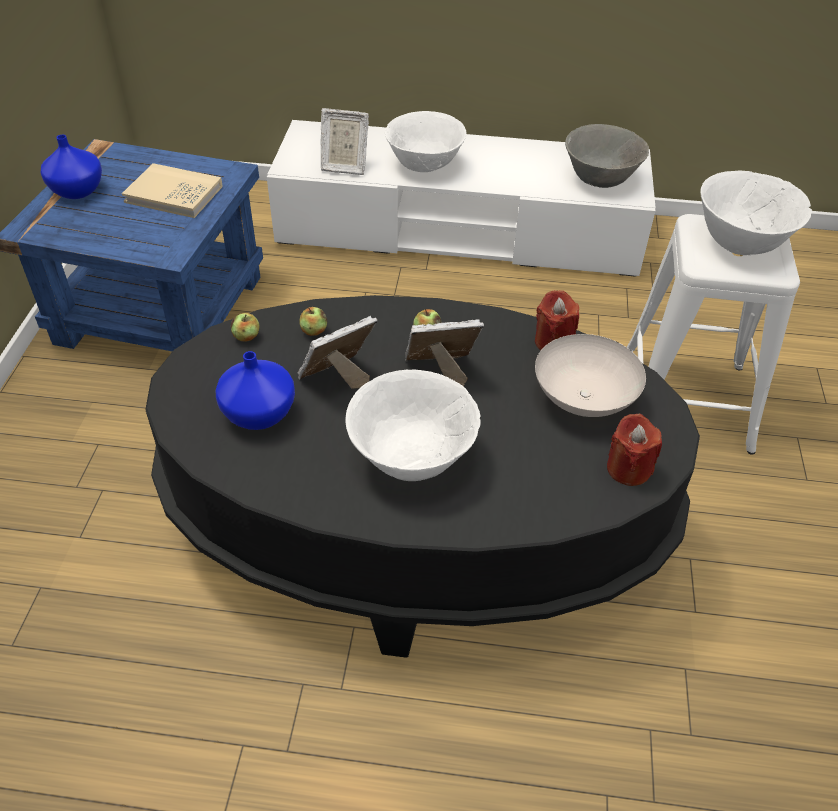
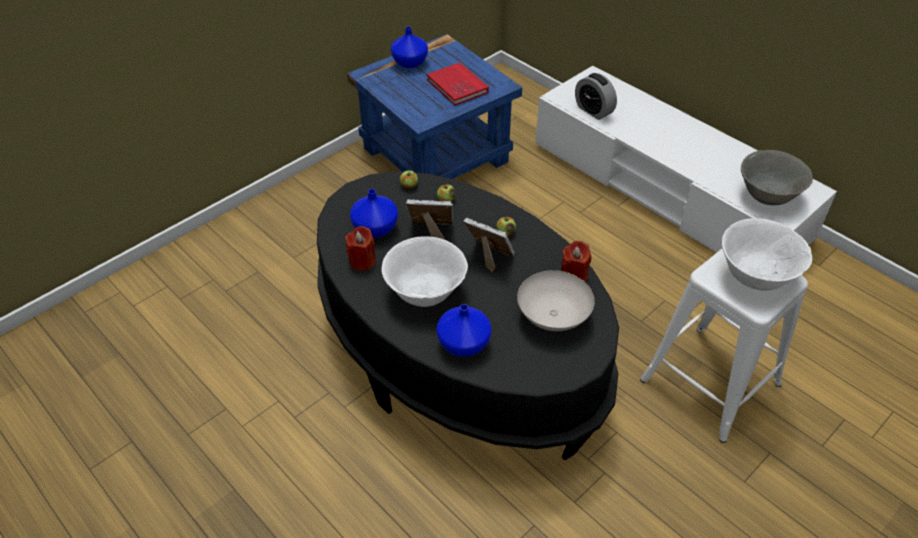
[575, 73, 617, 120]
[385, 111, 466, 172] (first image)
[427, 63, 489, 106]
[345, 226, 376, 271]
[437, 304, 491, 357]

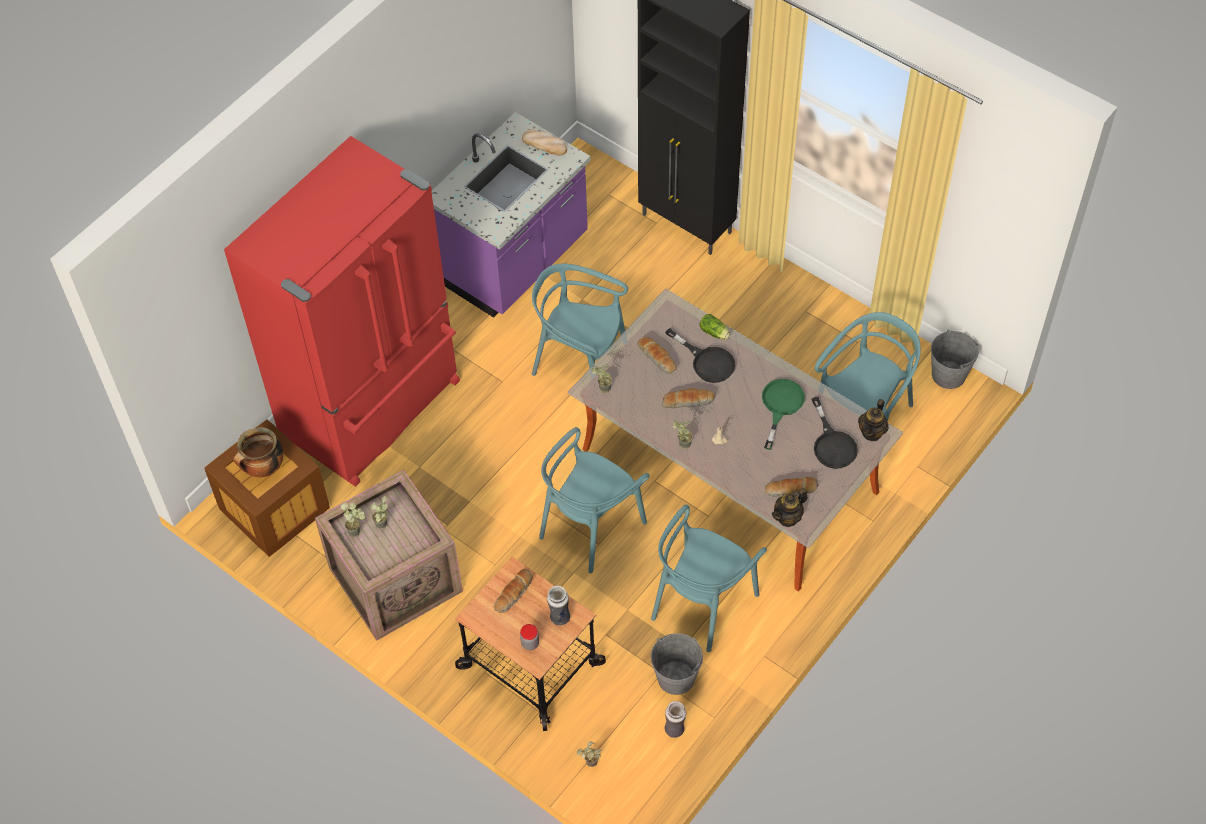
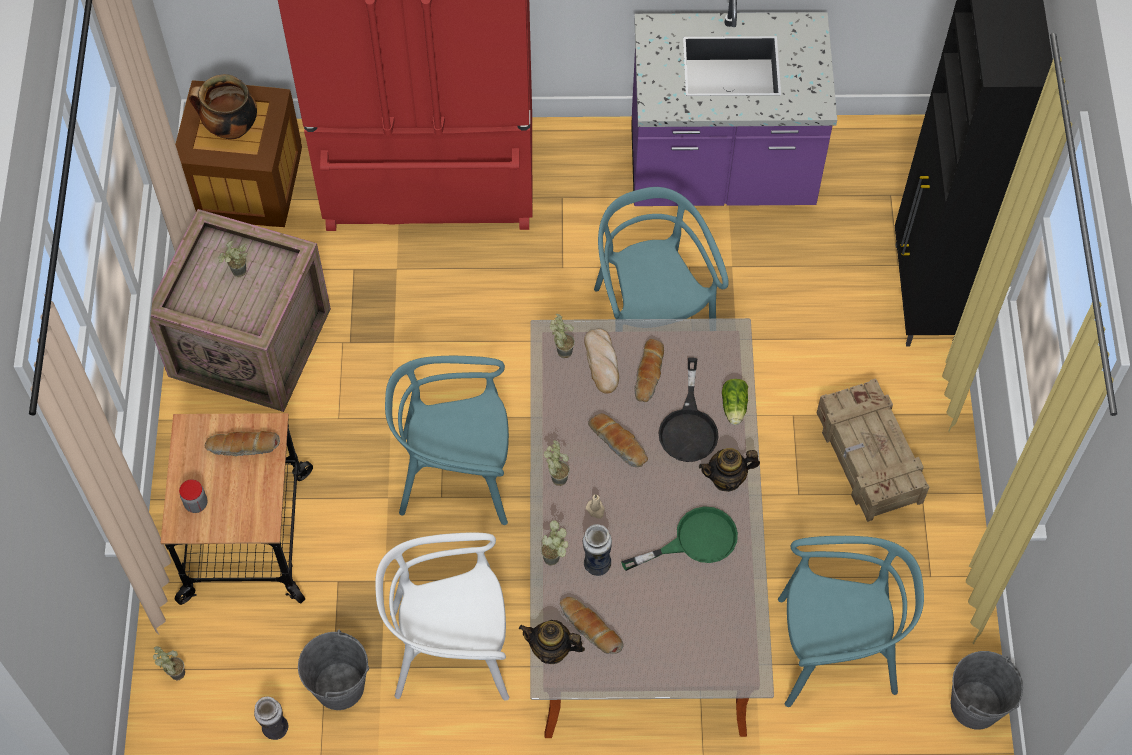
[584, 329, 619, 394]
[812, 397, 858, 469] (first image)
[699, 448, 760, 492]
[541, 520, 568, 566]
[375, 532, 509, 700]
[583, 524, 612, 576]
[817, 378, 929, 522]

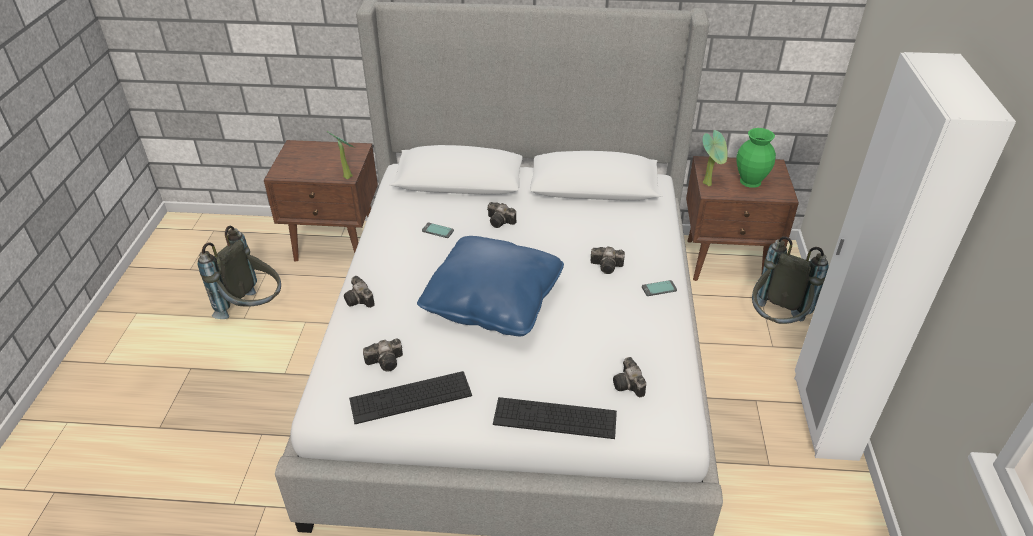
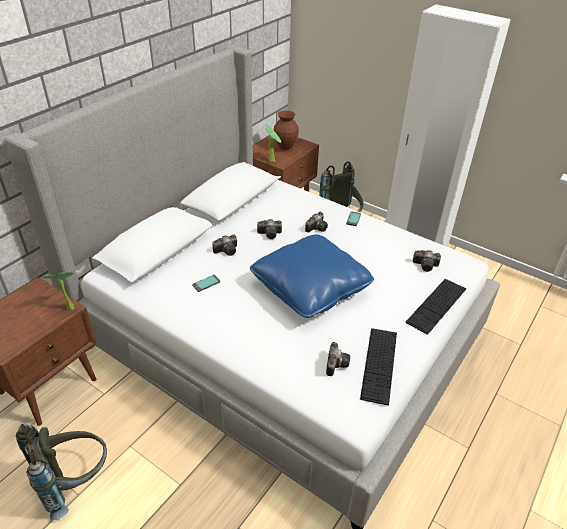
[274, 110, 299, 152]
[257, 219, 282, 239]

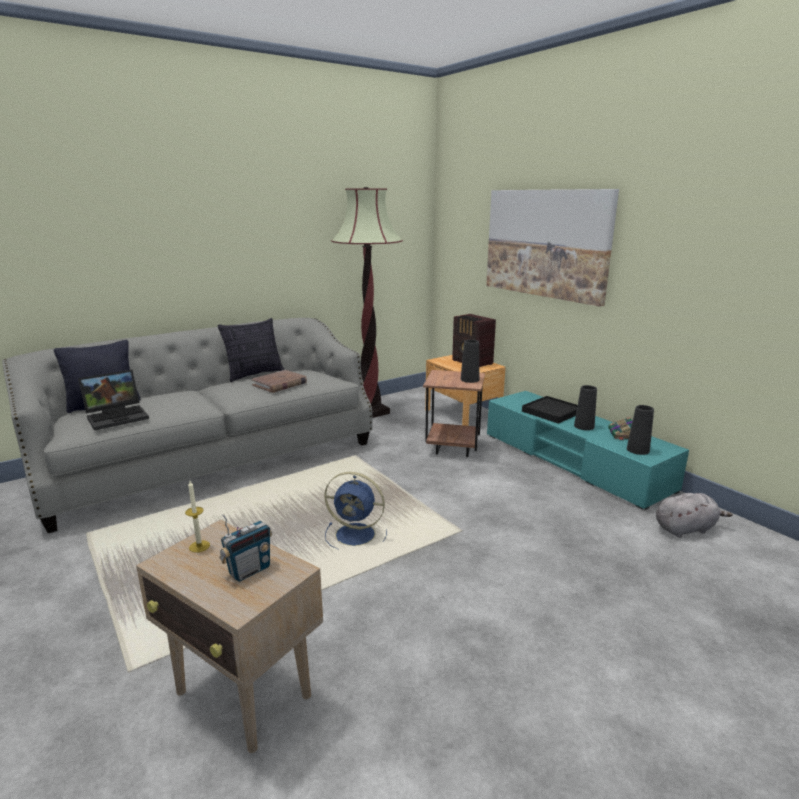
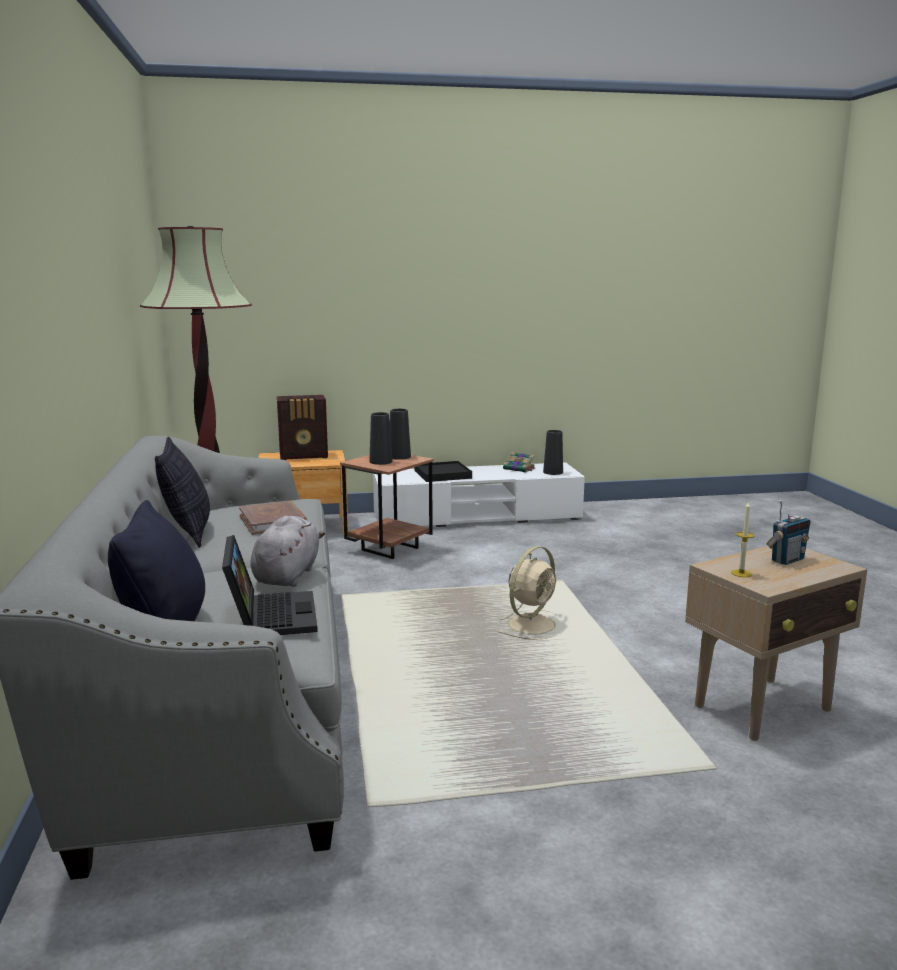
[486, 189, 619, 307] (first image)
[369, 412, 393, 465]
[373, 462, 585, 527]
[499, 546, 557, 640]
[250, 516, 325, 587]
[766, 500, 811, 565]

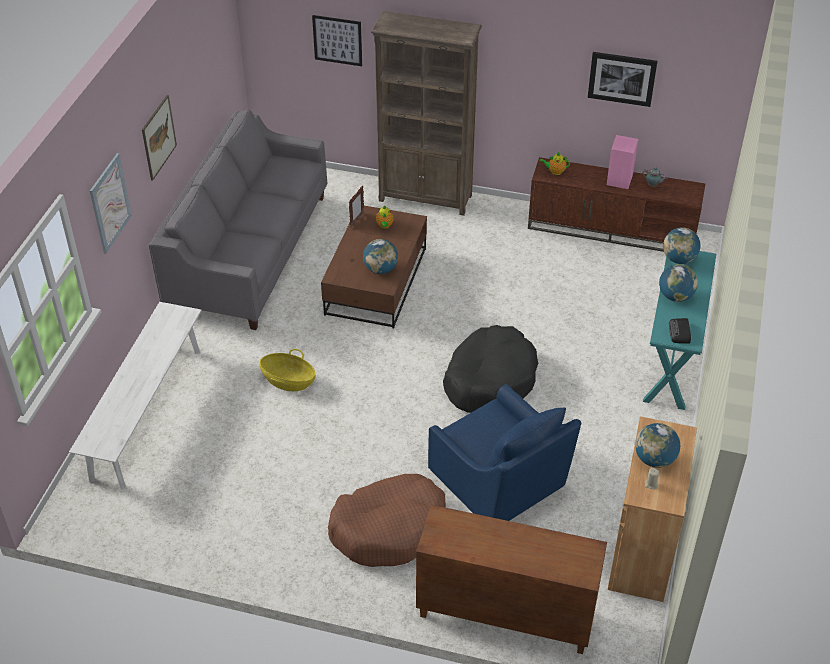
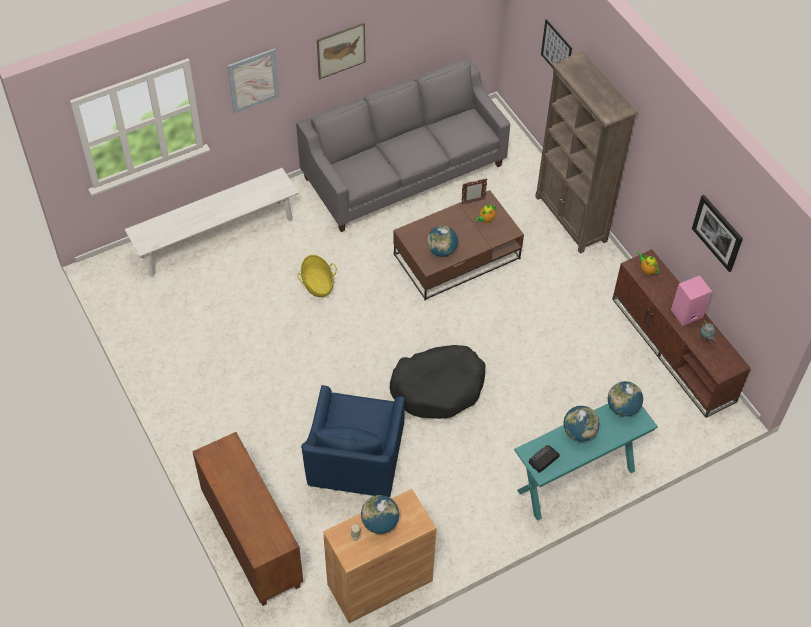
[328, 474, 446, 567] (first image)

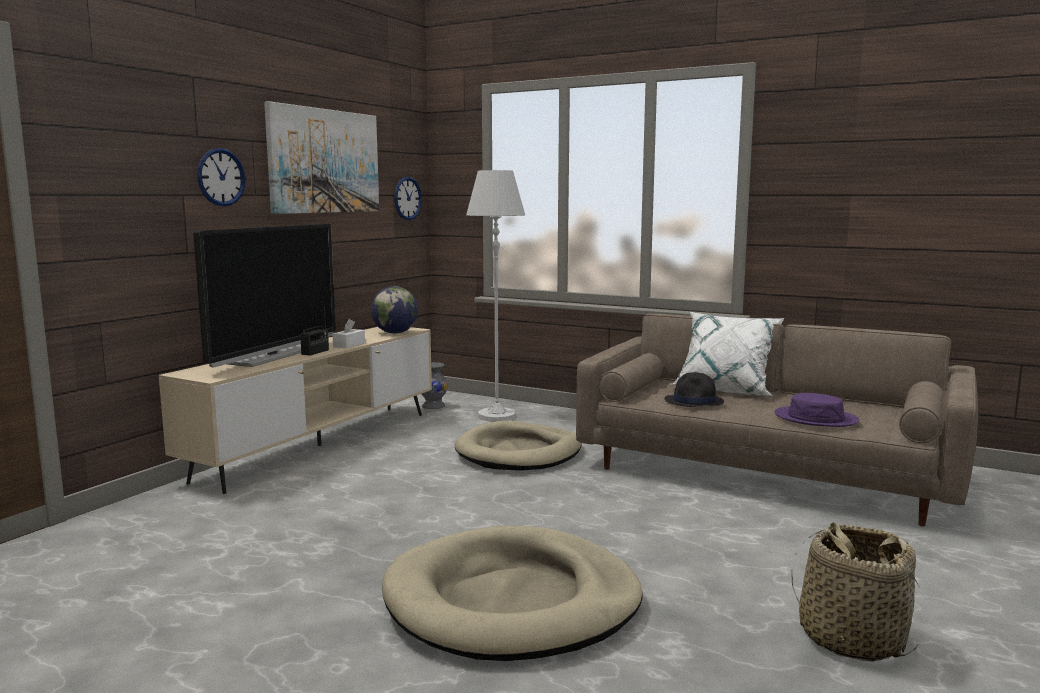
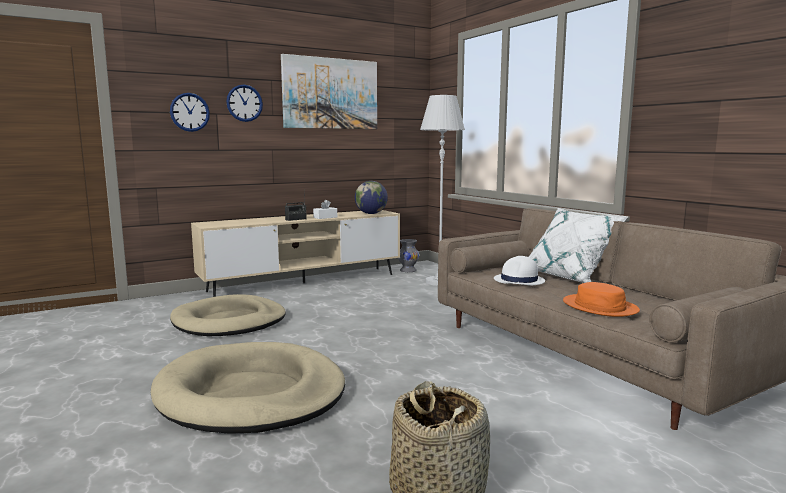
[170, 93, 210, 132]
[193, 224, 336, 367] (first image)
[494, 256, 545, 285]
[563, 282, 640, 317]
[170, 294, 286, 336]

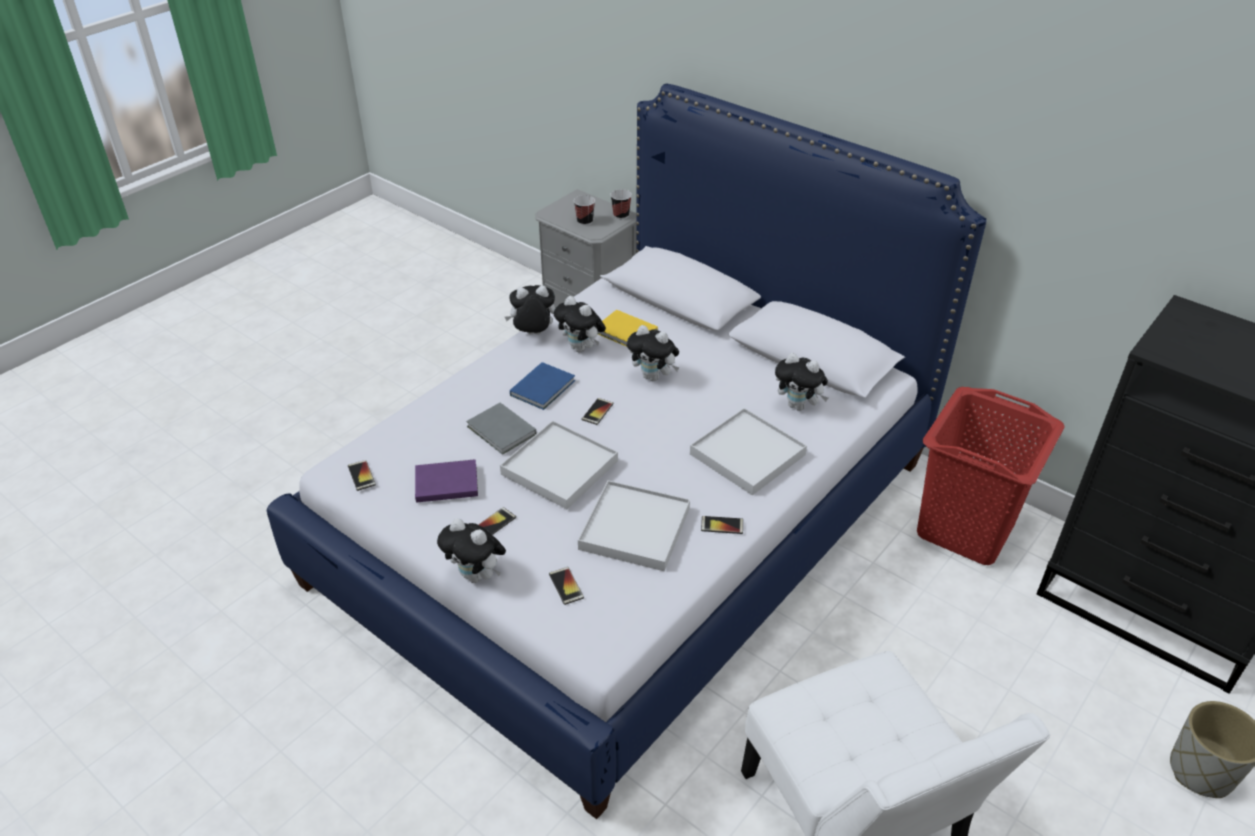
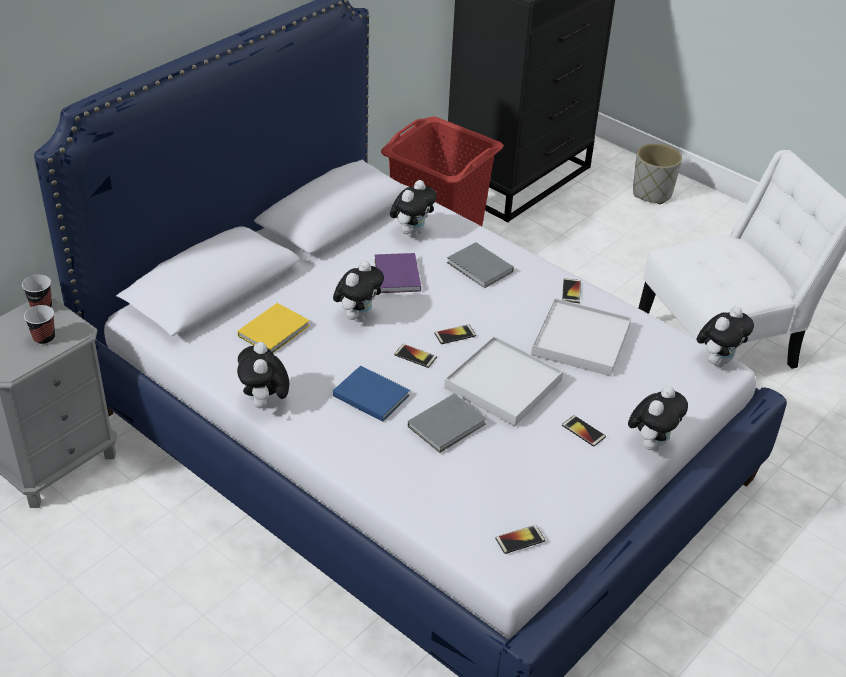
[696, 306, 754, 367]
[447, 242, 514, 288]
[375, 253, 421, 293]
[434, 324, 476, 344]

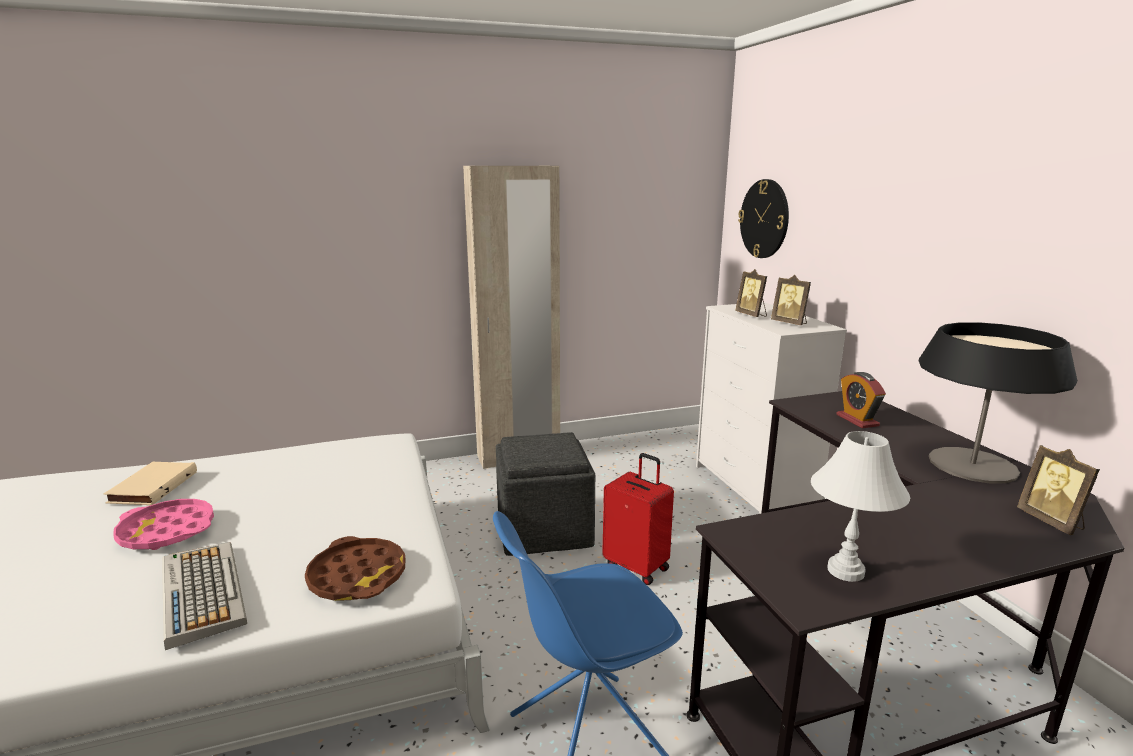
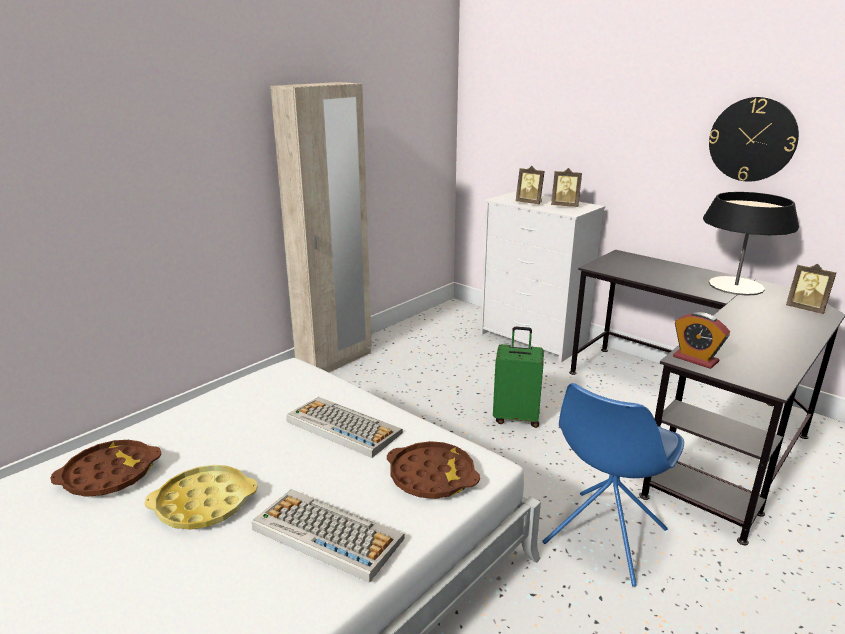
[709, 97, 799, 181]
[673, 312, 730, 369]
[811, 431, 910, 582] (first image)
[496, 432, 596, 556] (first image)
[493, 327, 544, 428]
[50, 440, 161, 497]
[145, 465, 258, 530]
[287, 397, 403, 458]

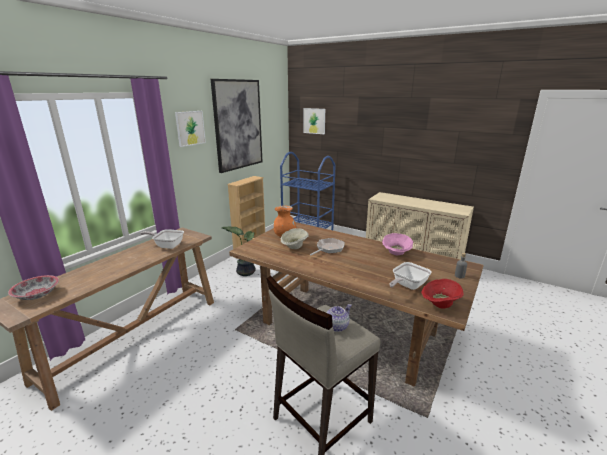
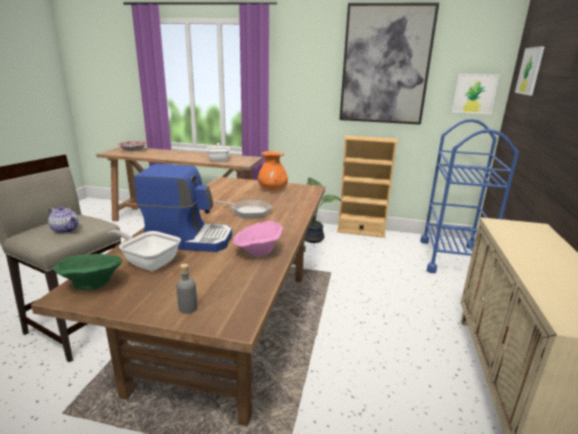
[452, 74, 499, 114]
[280, 228, 309, 249] (first image)
[54, 254, 123, 290]
[134, 164, 232, 252]

